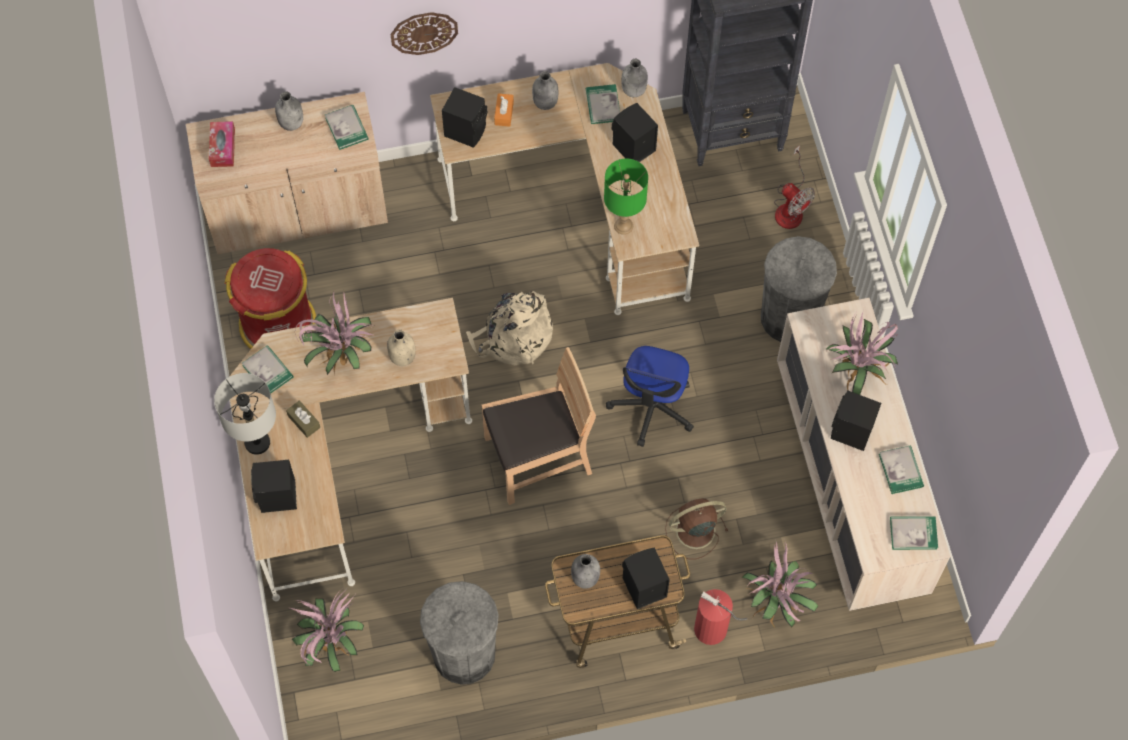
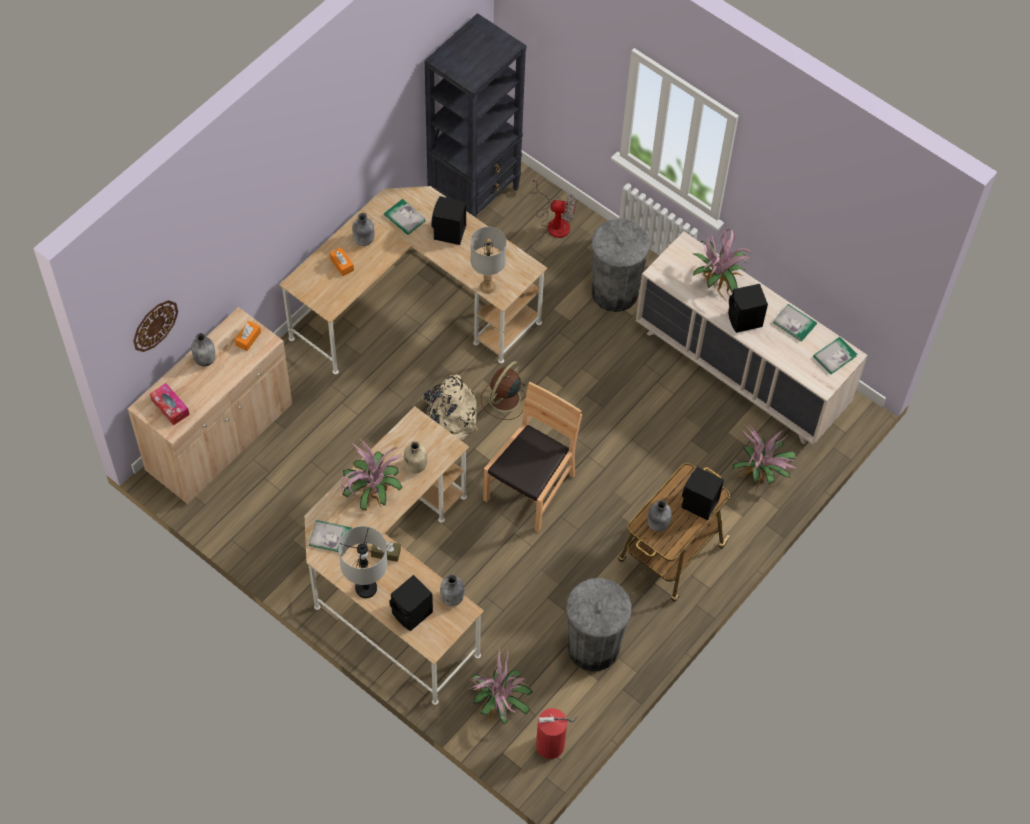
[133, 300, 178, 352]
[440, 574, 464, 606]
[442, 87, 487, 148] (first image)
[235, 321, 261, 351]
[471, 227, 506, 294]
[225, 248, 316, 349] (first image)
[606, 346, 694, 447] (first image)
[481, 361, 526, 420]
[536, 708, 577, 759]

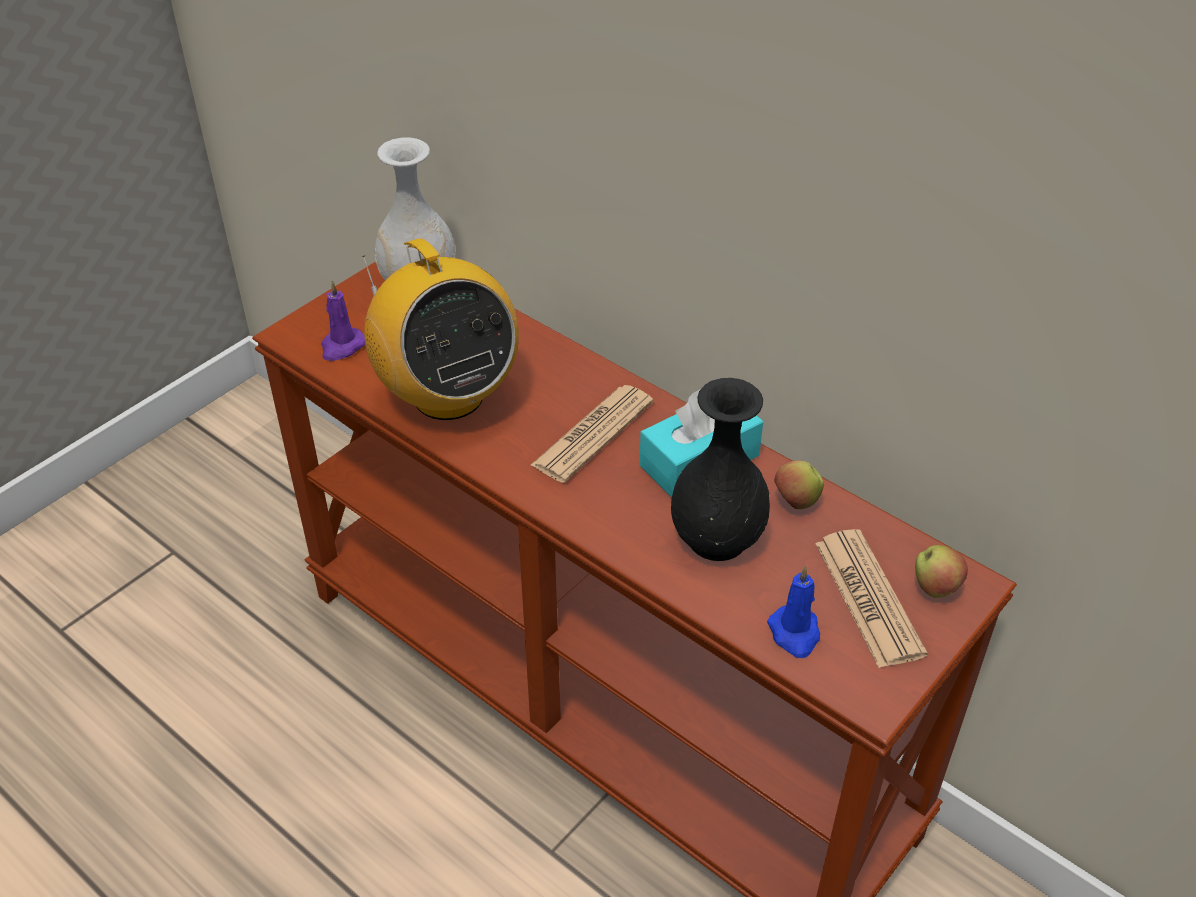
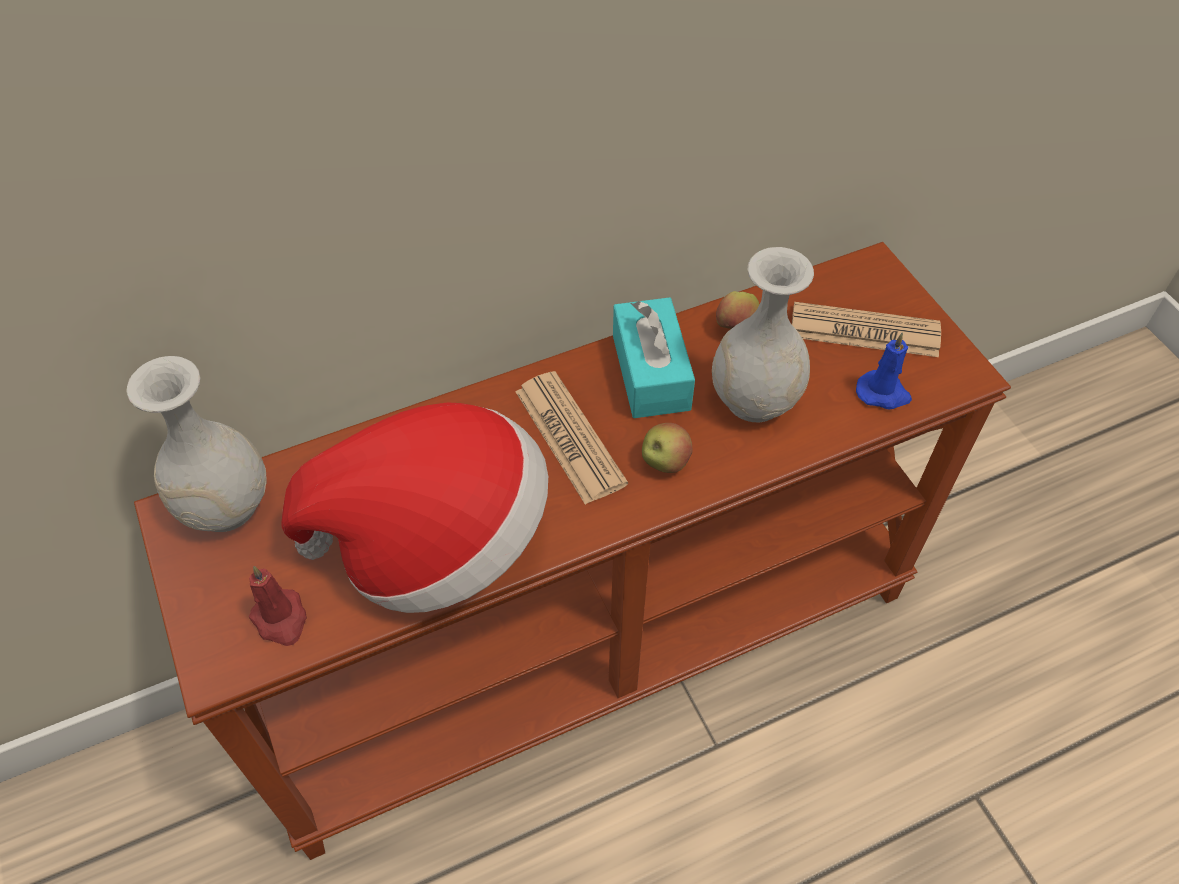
[282, 402, 548, 613]
[249, 566, 307, 646]
[712, 247, 814, 422]
[642, 423, 692, 473]

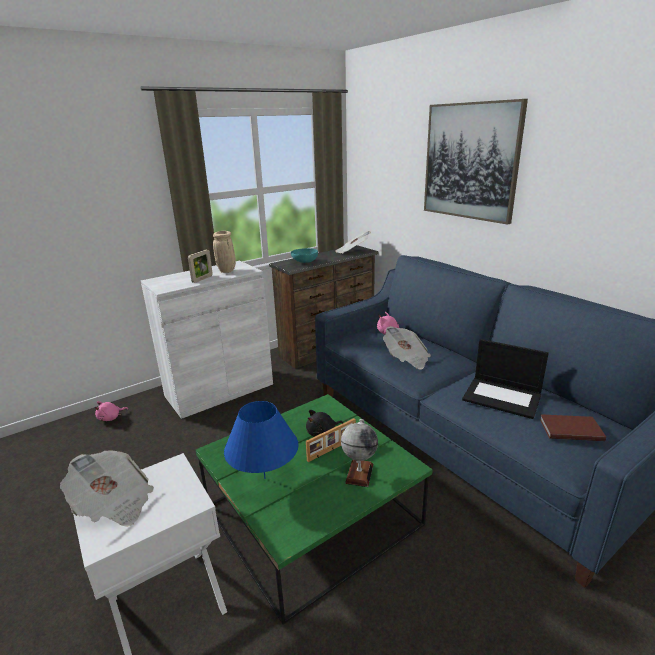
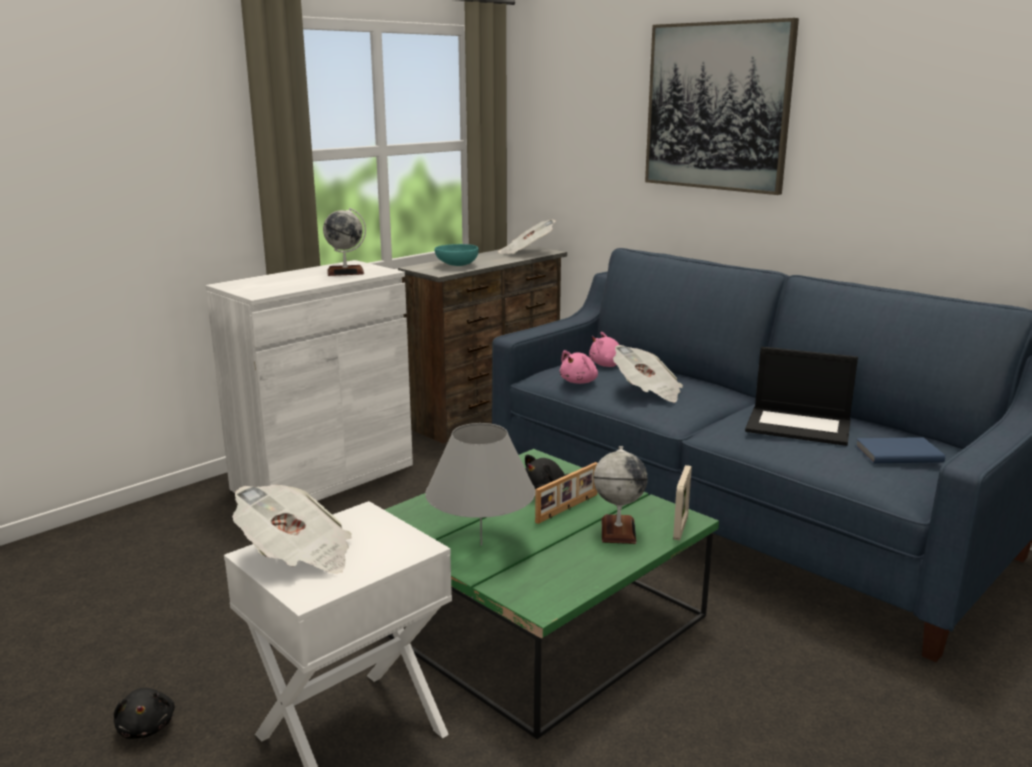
[323, 208, 366, 276]
[673, 465, 692, 540]
[560, 350, 598, 384]
[425, 423, 536, 546]
[855, 437, 945, 463]
[114, 688, 175, 739]

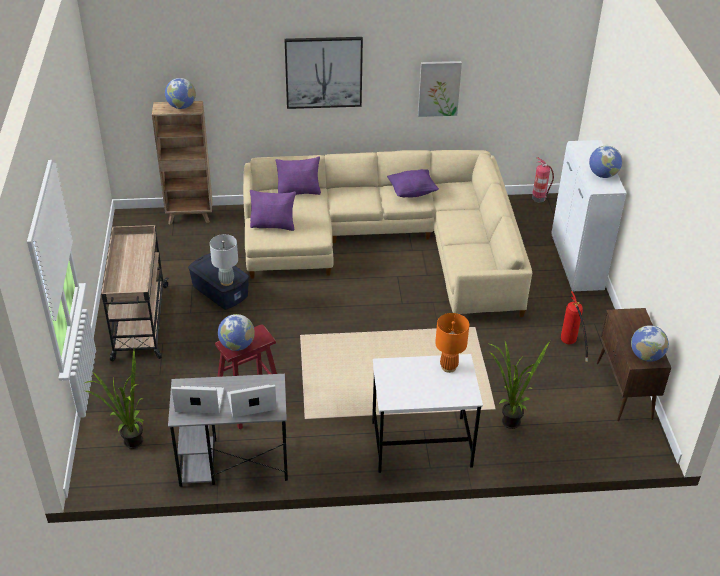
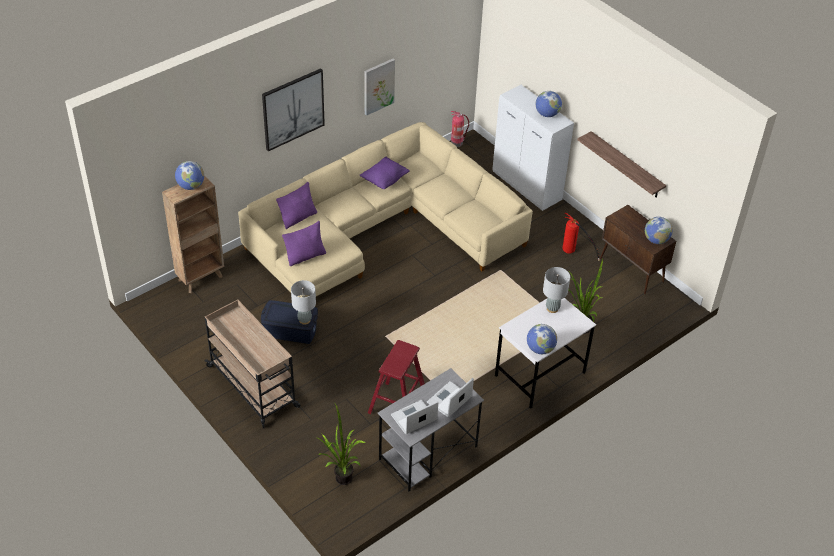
[543, 267, 570, 313]
[527, 324, 557, 354]
[577, 131, 666, 198]

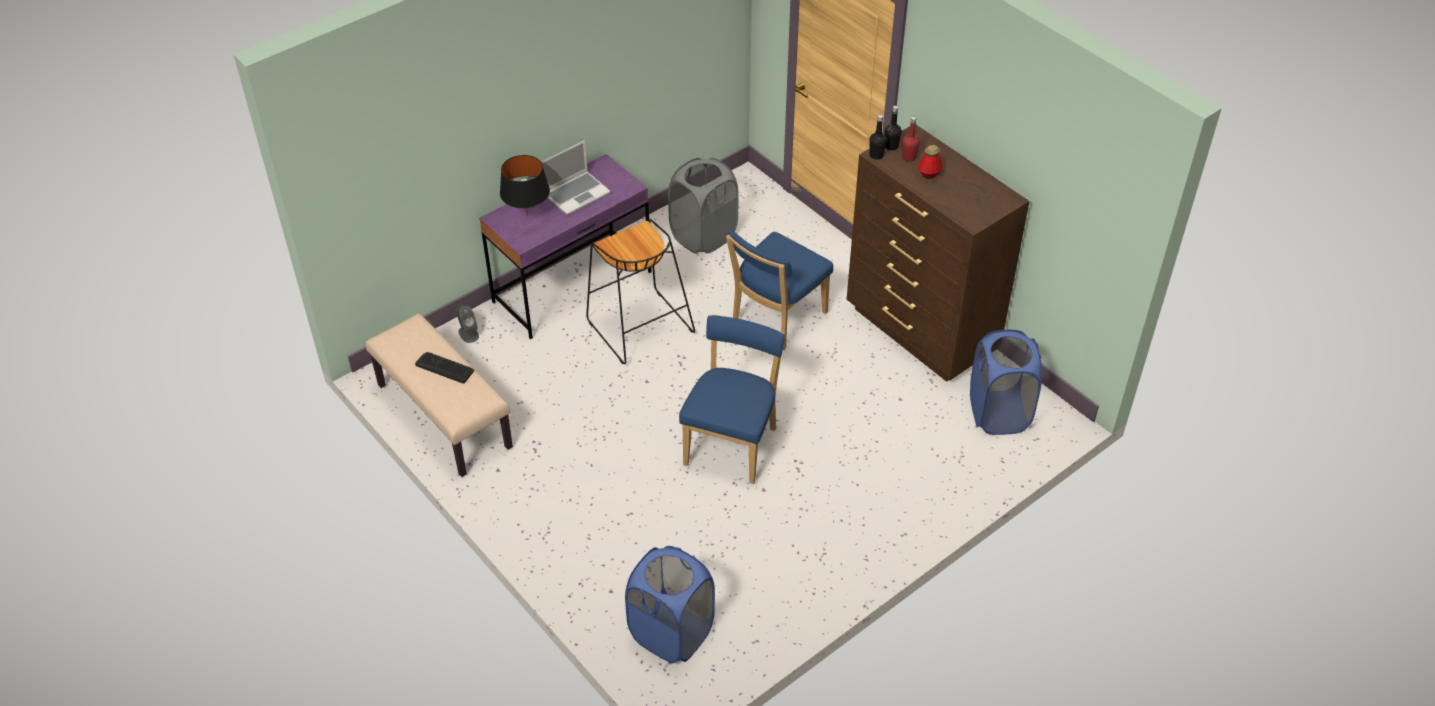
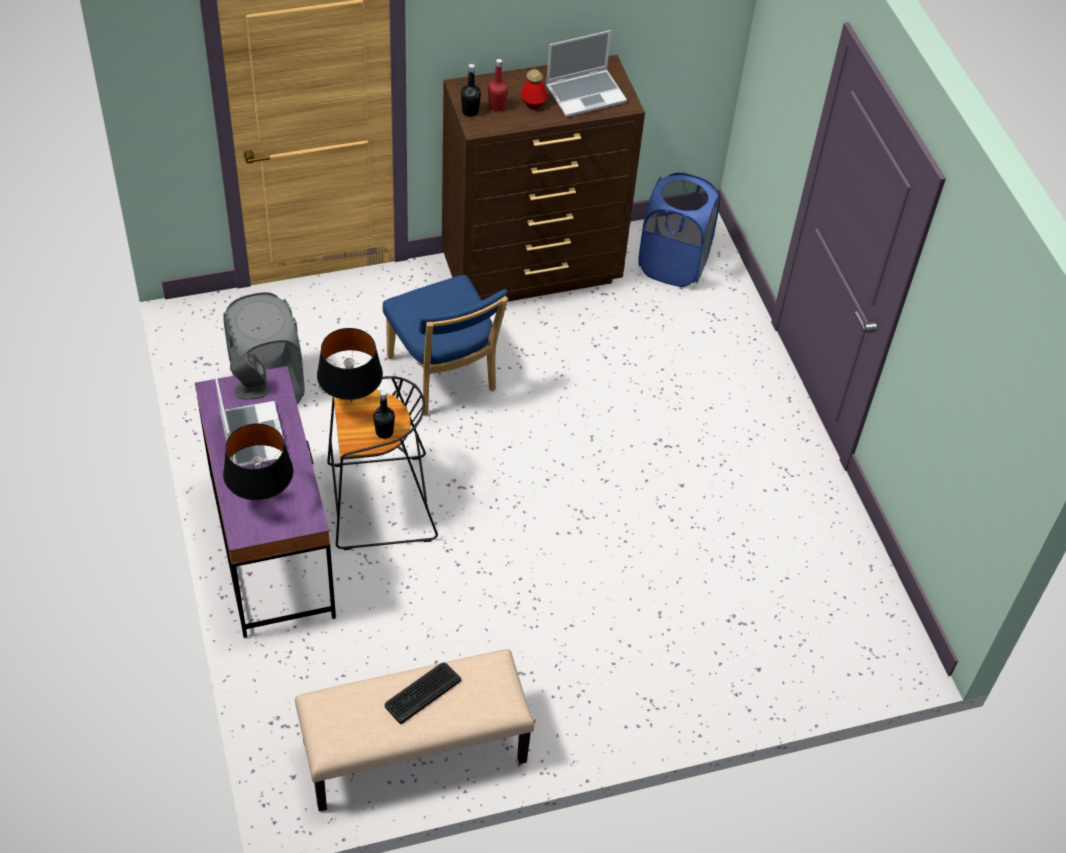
[373, 390, 395, 439]
[230, 353, 269, 400]
[679, 315, 785, 484] (first image)
[625, 546, 715, 663] (first image)
[546, 30, 627, 117]
[317, 328, 383, 402]

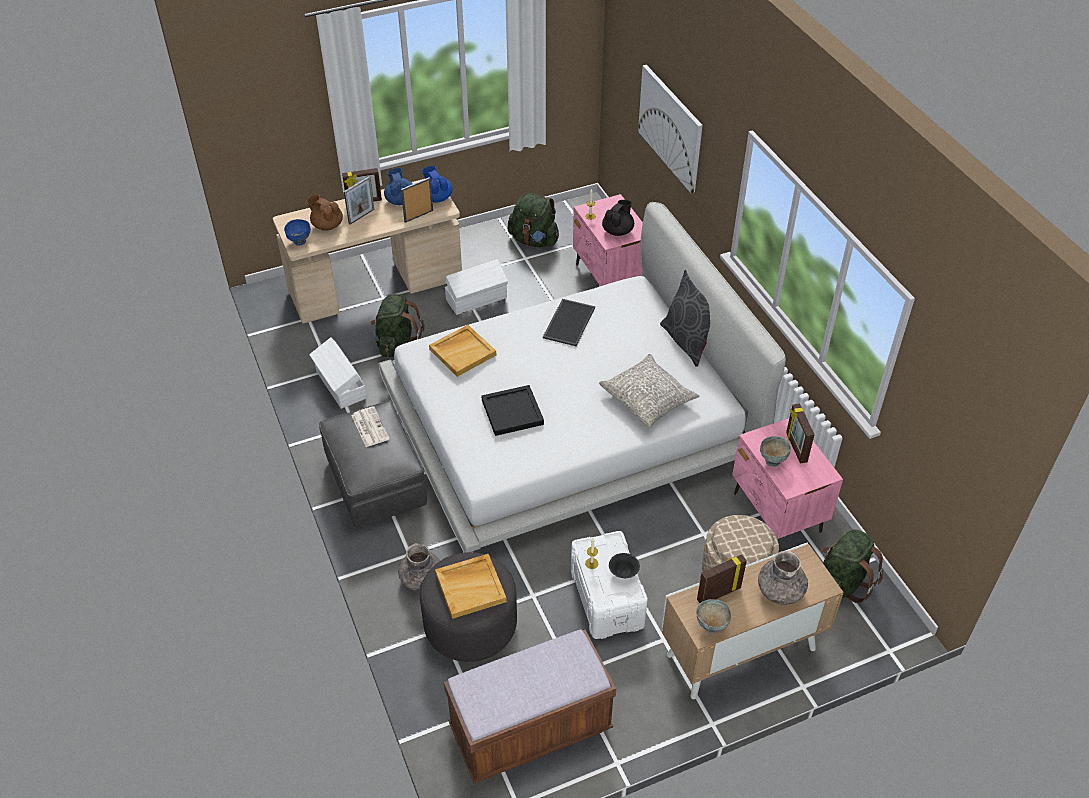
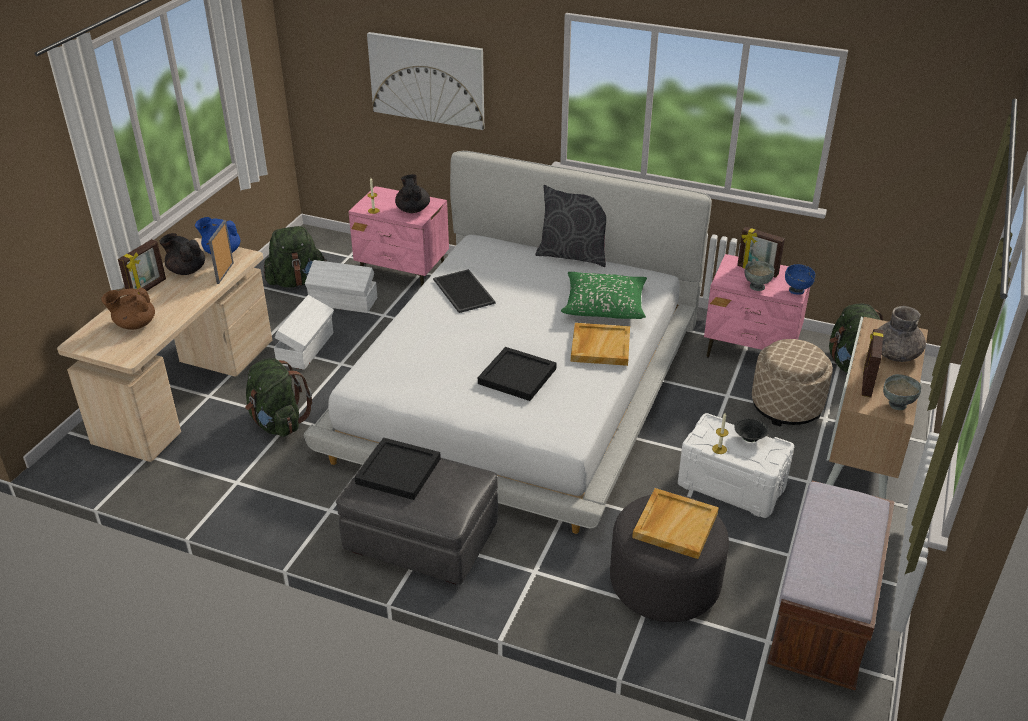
[159, 233, 205, 275]
[344, 176, 374, 225] (first image)
[785, 264, 815, 295]
[571, 323, 630, 366]
[305, 260, 377, 313]
[561, 272, 647, 319]
[355, 438, 441, 500]
[398, 543, 440, 591] (first image)

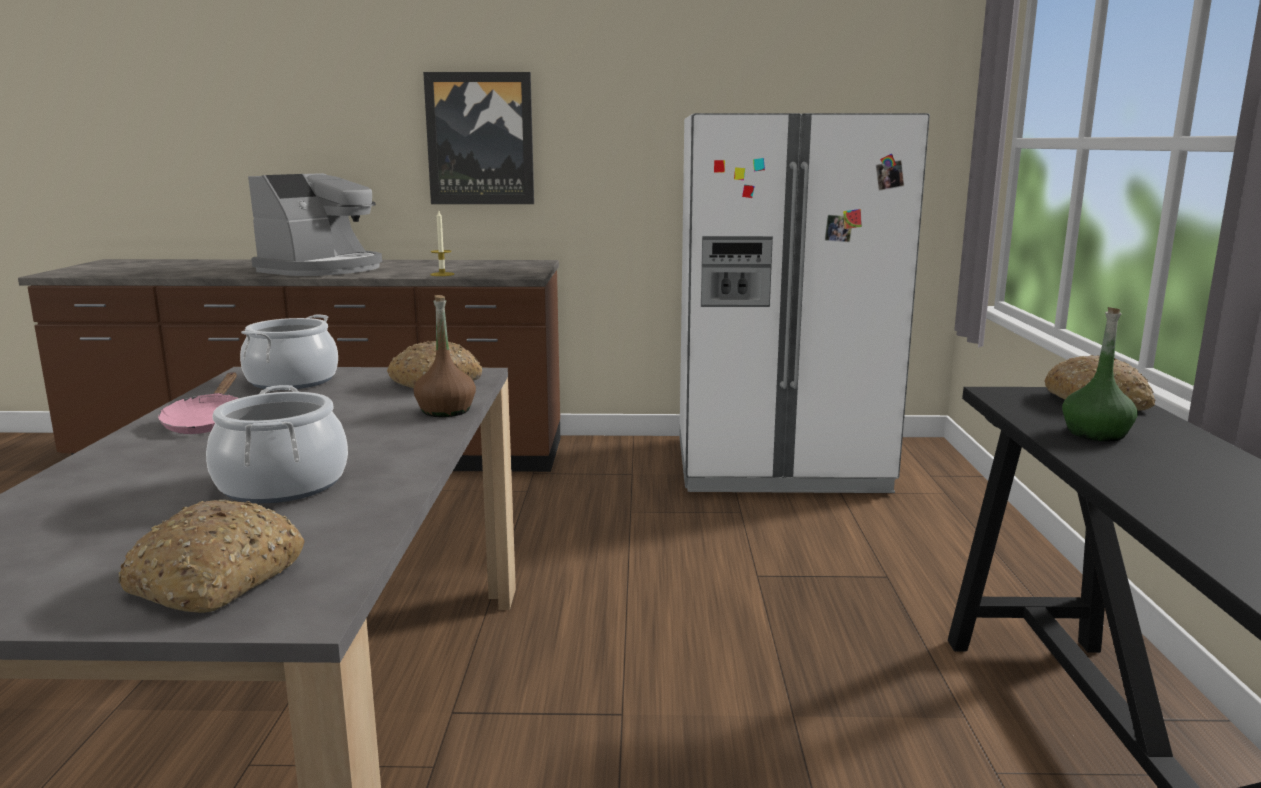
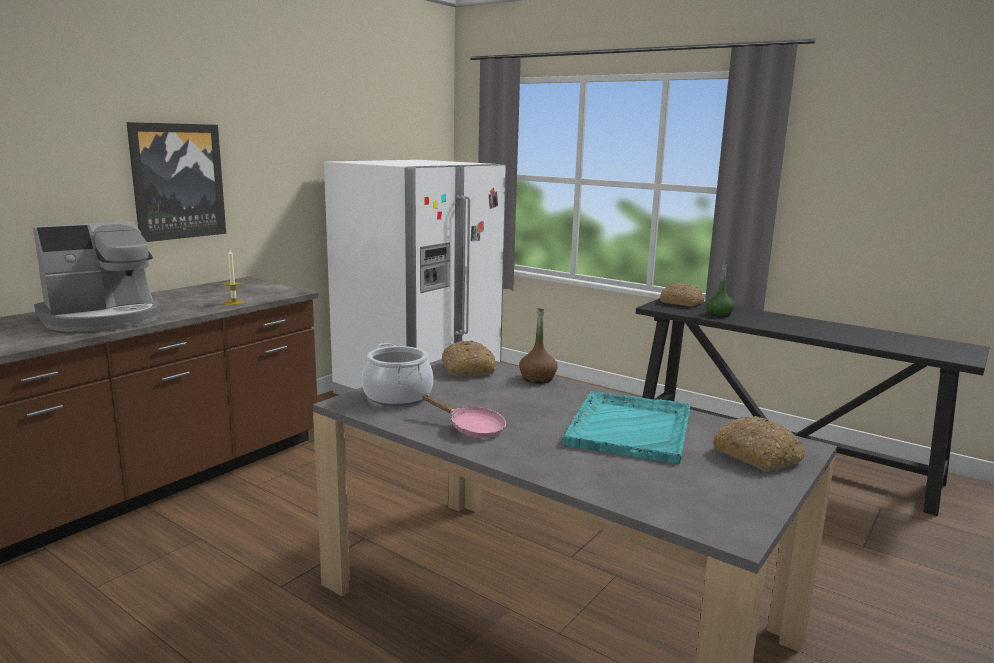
[33, 221, 161, 332]
[563, 391, 690, 464]

